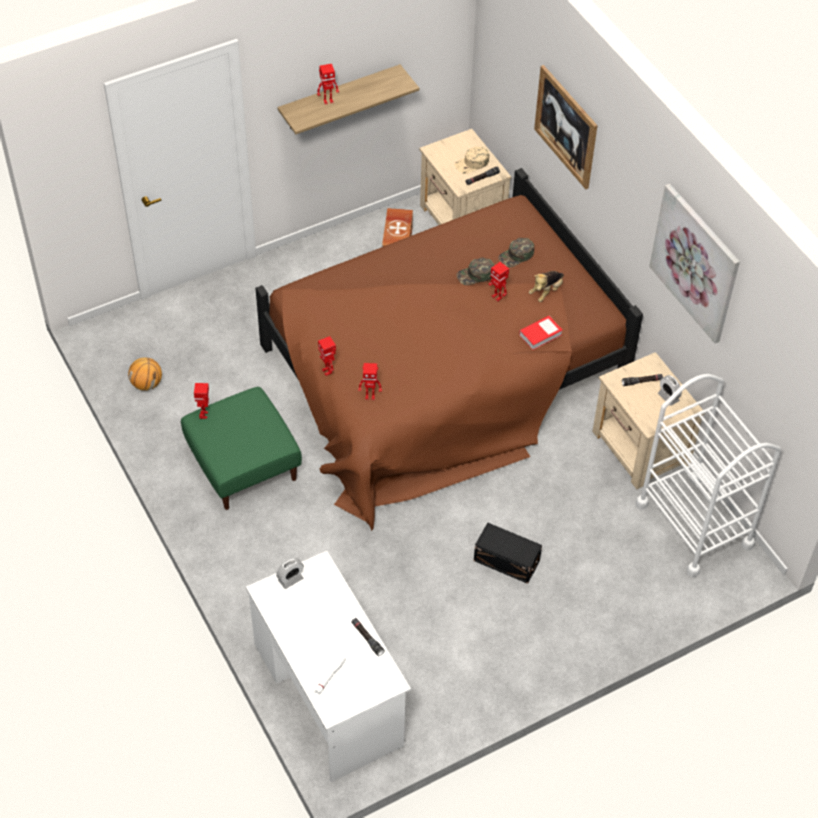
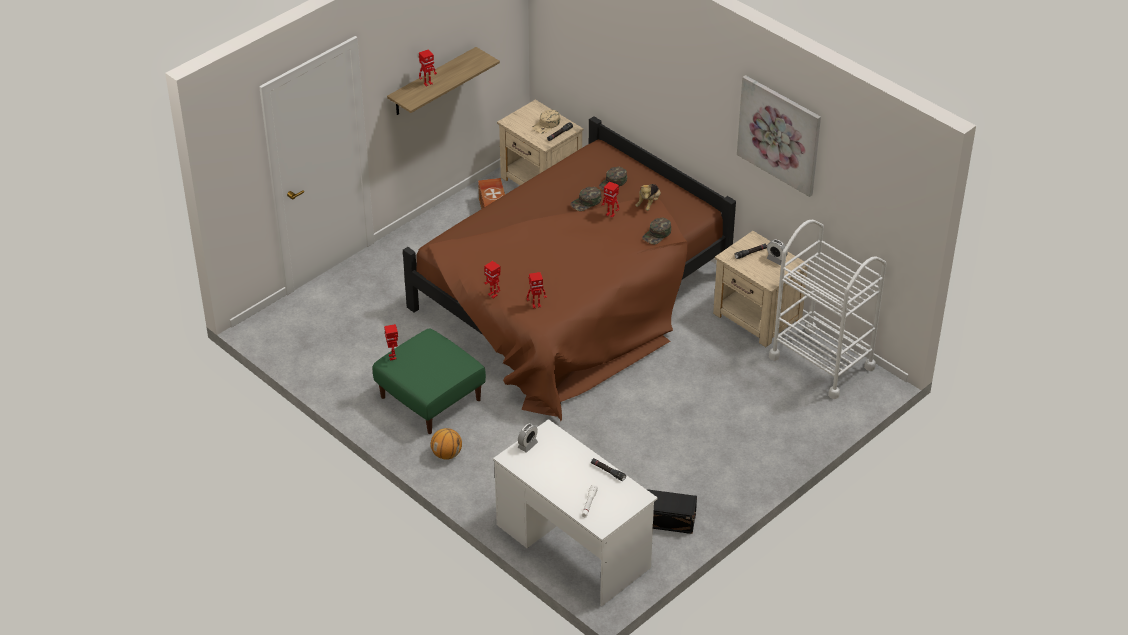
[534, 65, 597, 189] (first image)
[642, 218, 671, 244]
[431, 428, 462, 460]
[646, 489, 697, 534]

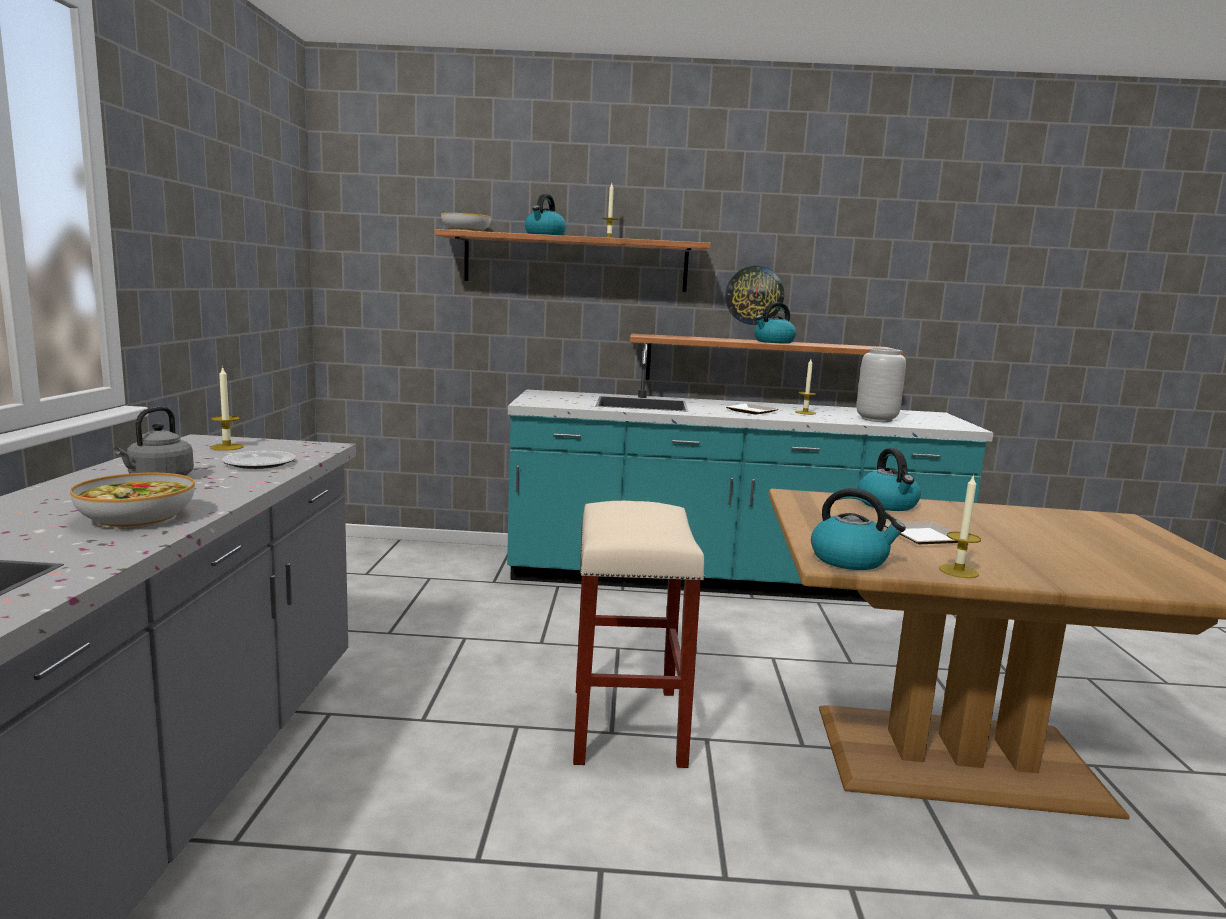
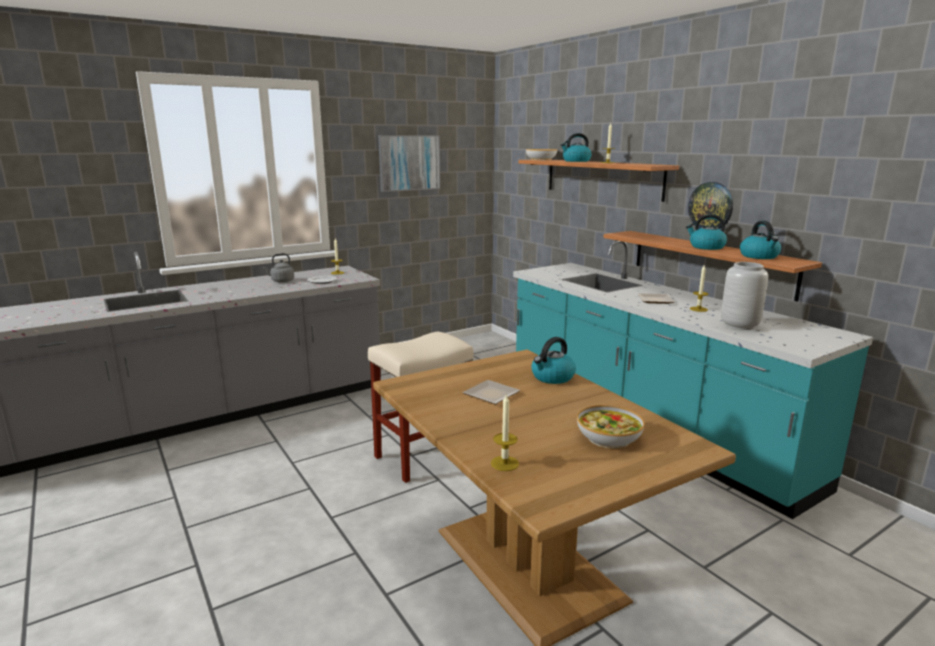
[577, 405, 644, 449]
[491, 394, 519, 471]
[740, 221, 781, 259]
[378, 135, 440, 192]

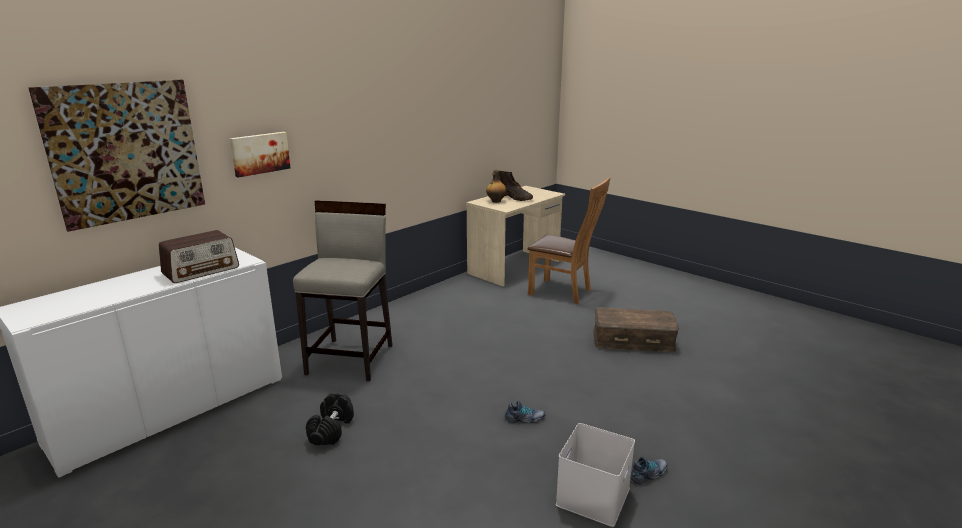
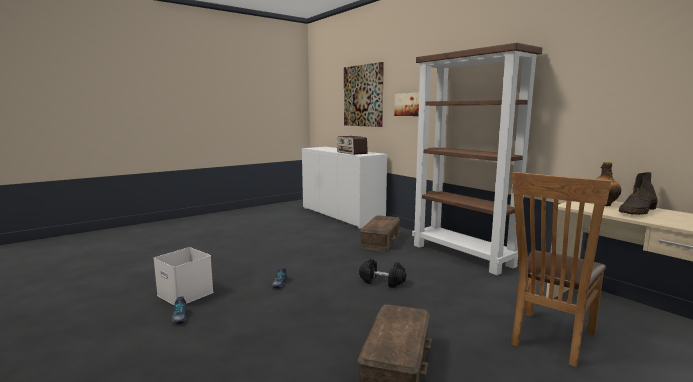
[360, 215, 400, 252]
[359, 259, 406, 288]
[412, 43, 542, 275]

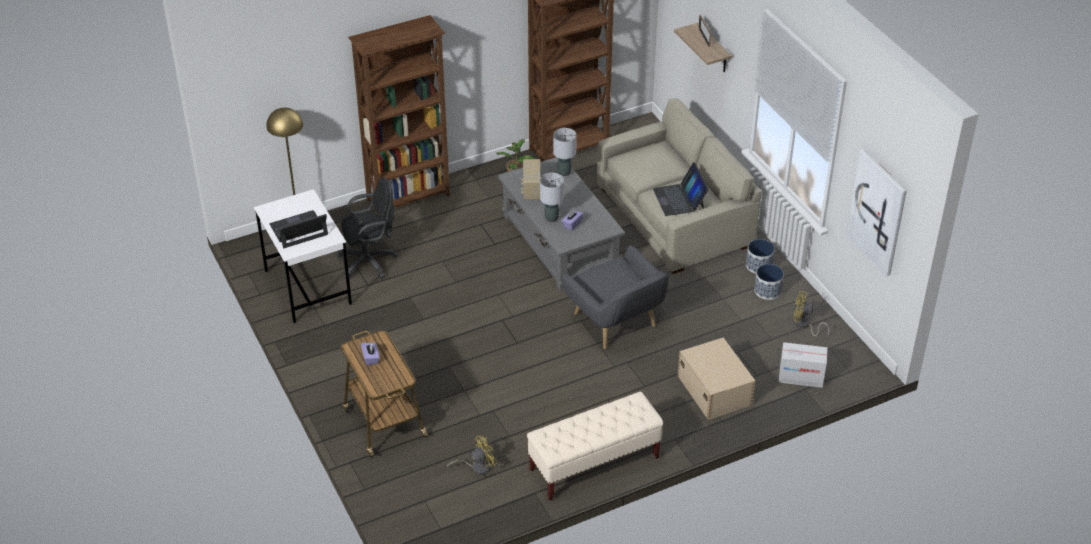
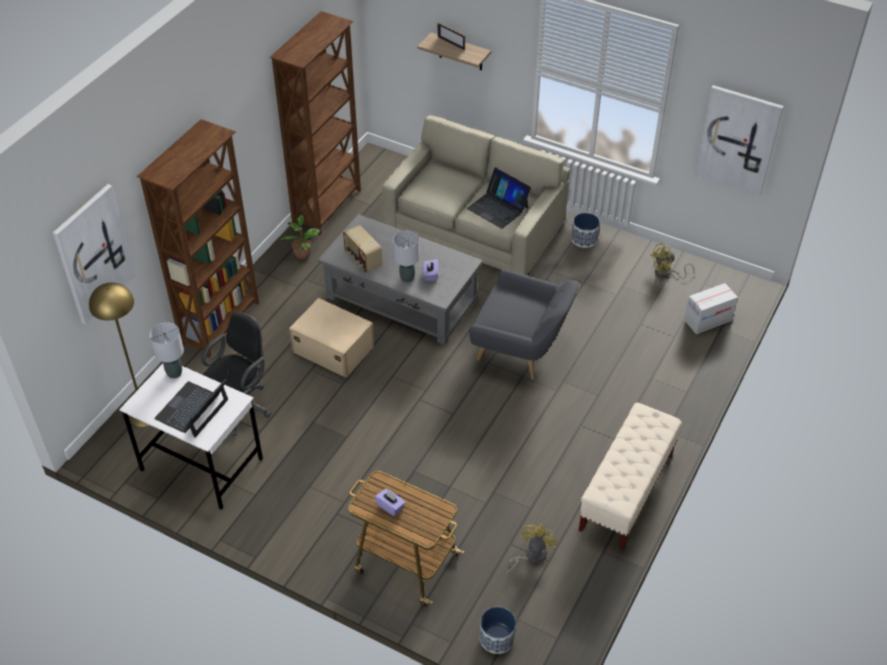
[150, 322, 184, 379]
[479, 607, 516, 654]
[289, 298, 374, 378]
[53, 184, 136, 324]

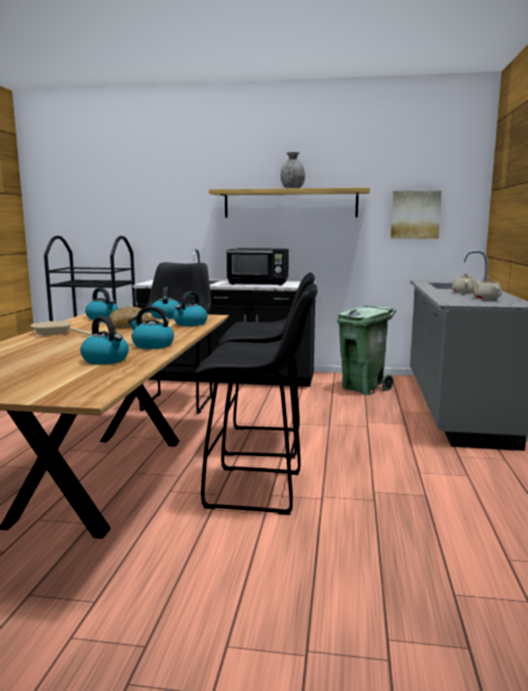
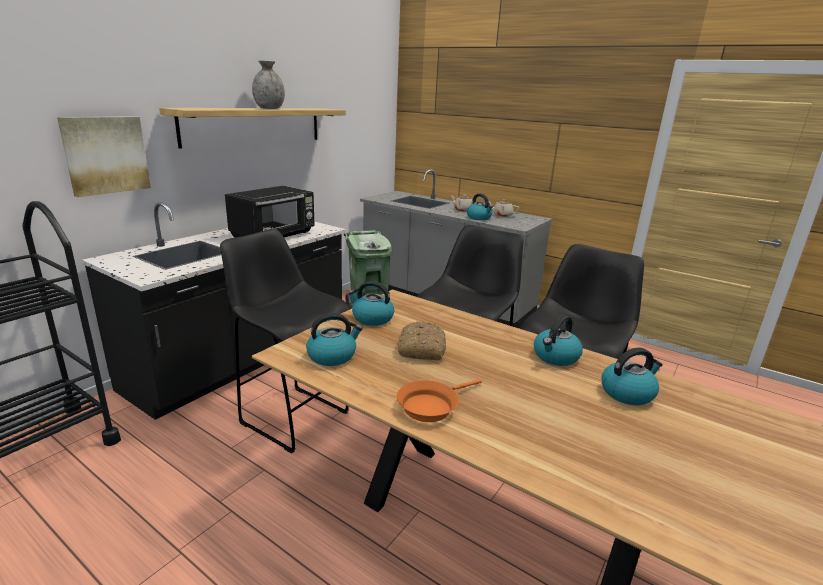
[57, 116, 151, 197]
[467, 193, 493, 220]
[397, 379, 482, 422]

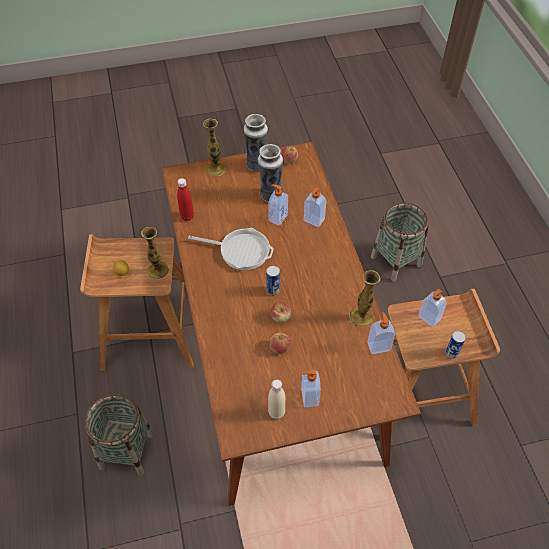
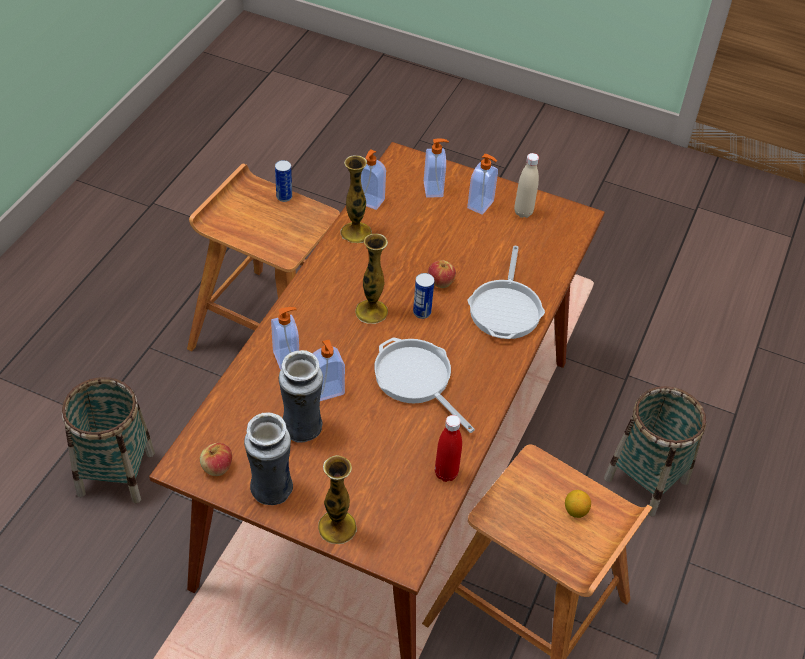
[355, 234, 388, 324]
[424, 138, 449, 198]
[270, 333, 291, 354] (first image)
[468, 246, 545, 339]

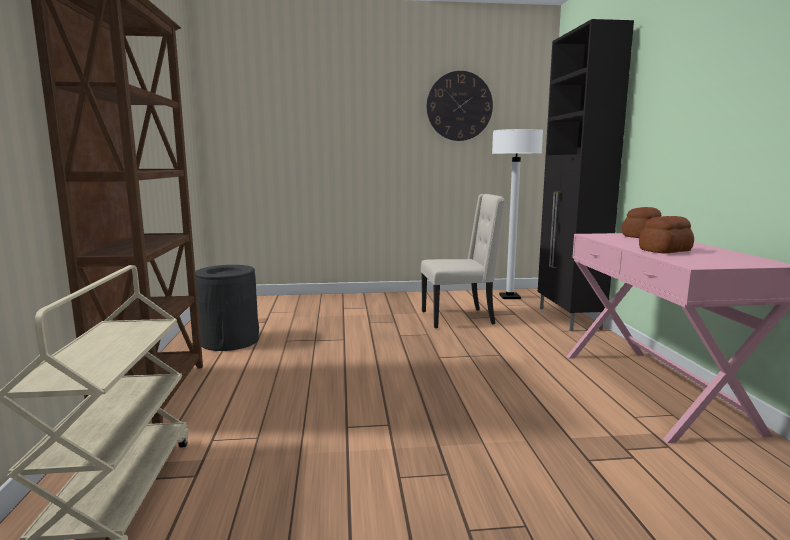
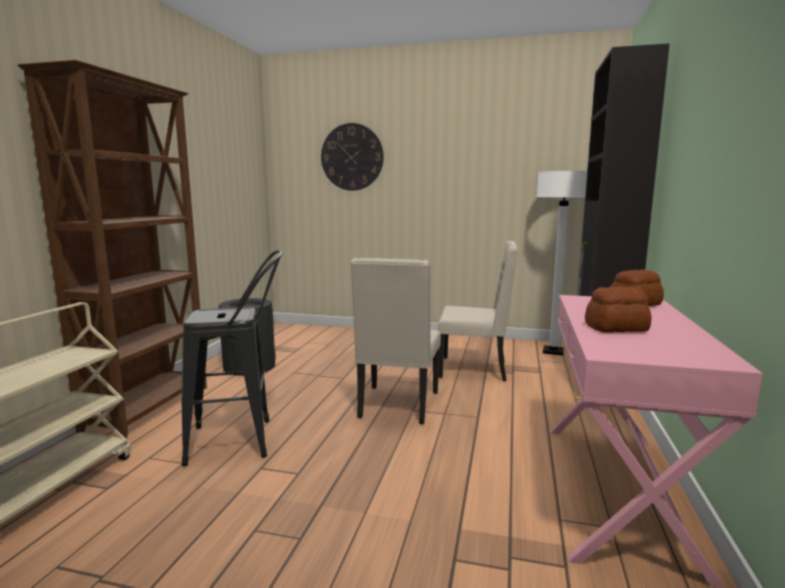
[321, 123, 384, 191]
[182, 250, 283, 466]
[351, 258, 441, 424]

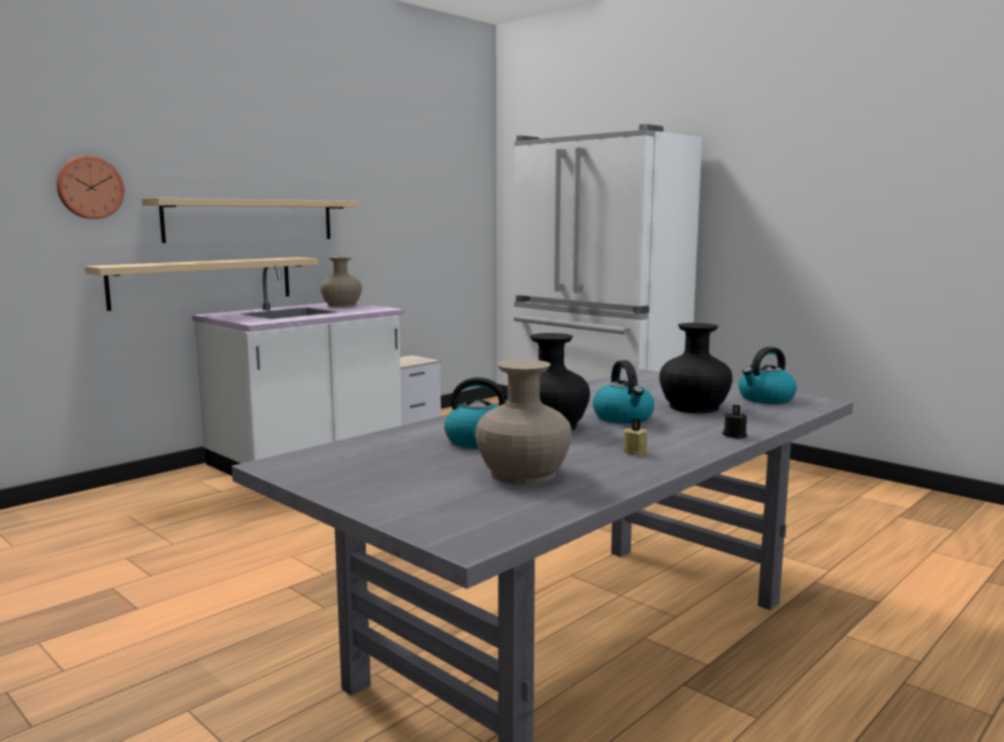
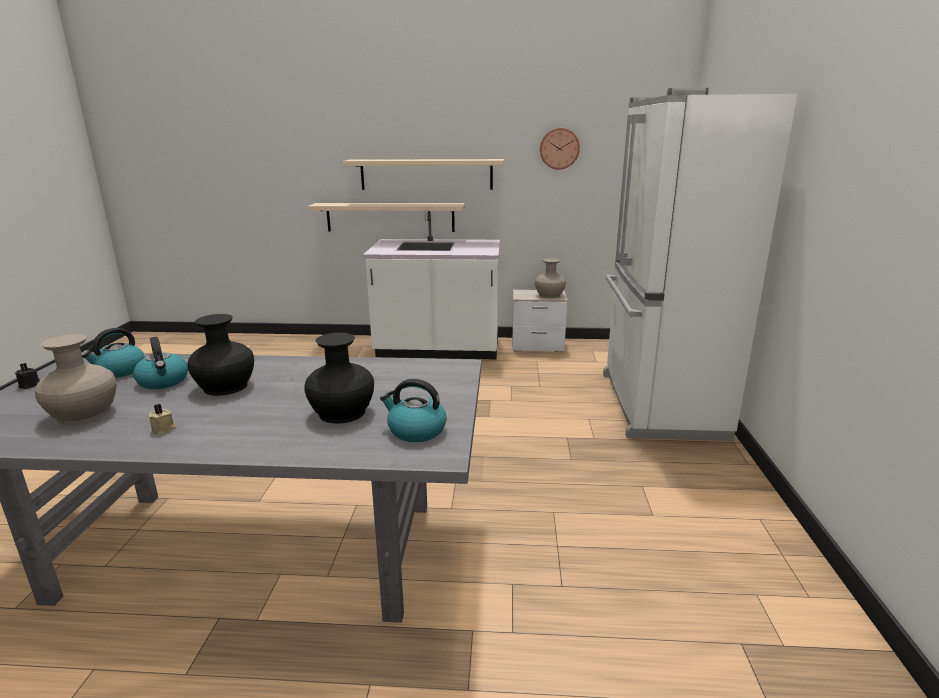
[540, 128, 580, 170]
[535, 258, 566, 299]
[82, 328, 145, 378]
[15, 363, 40, 389]

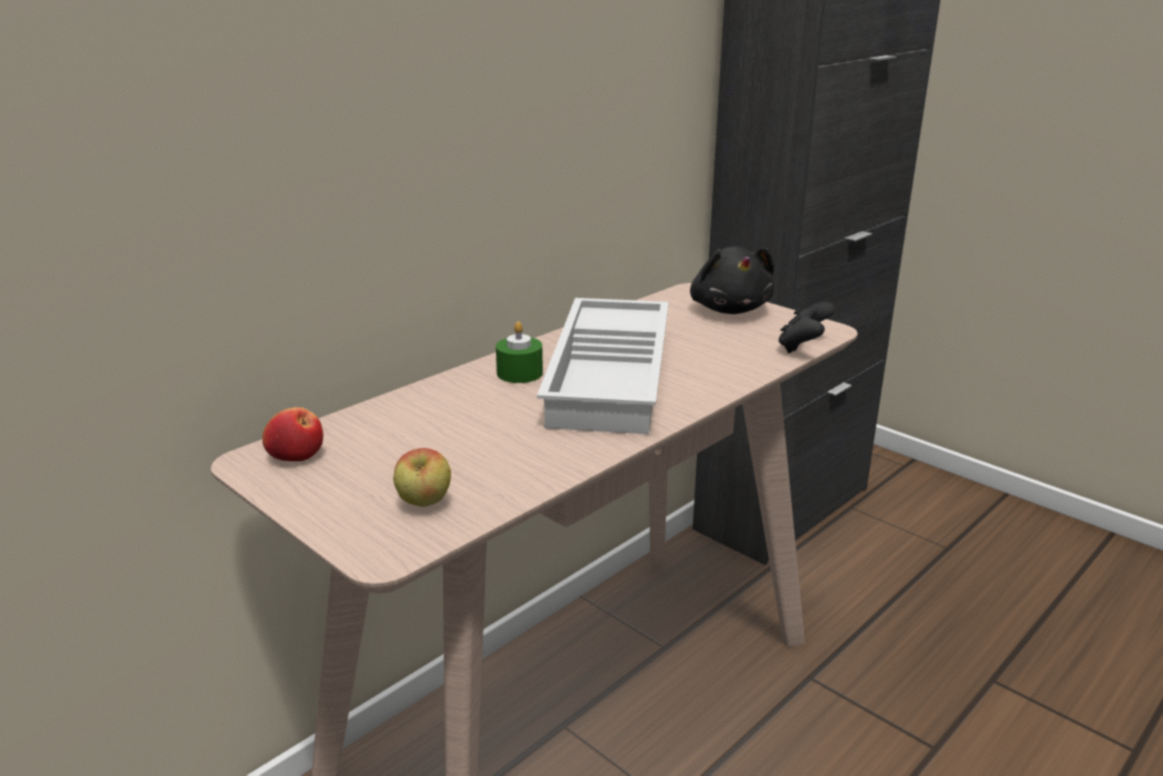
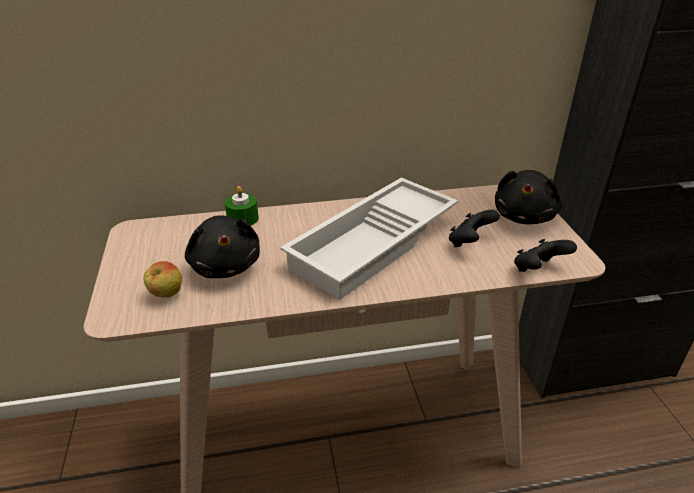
[225, 186, 259, 226]
[262, 407, 323, 461] (first image)
[449, 210, 500, 247]
[185, 215, 260, 278]

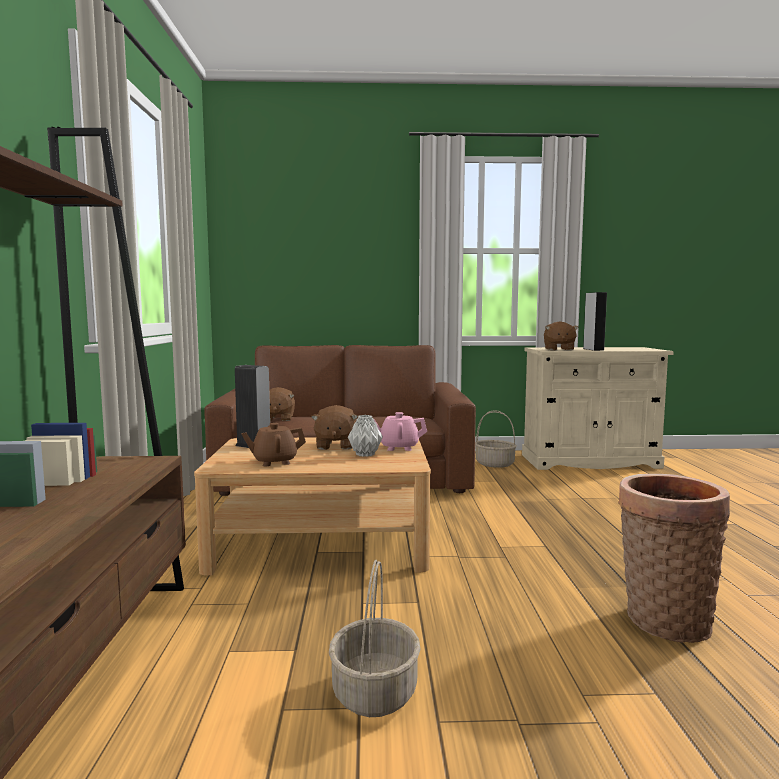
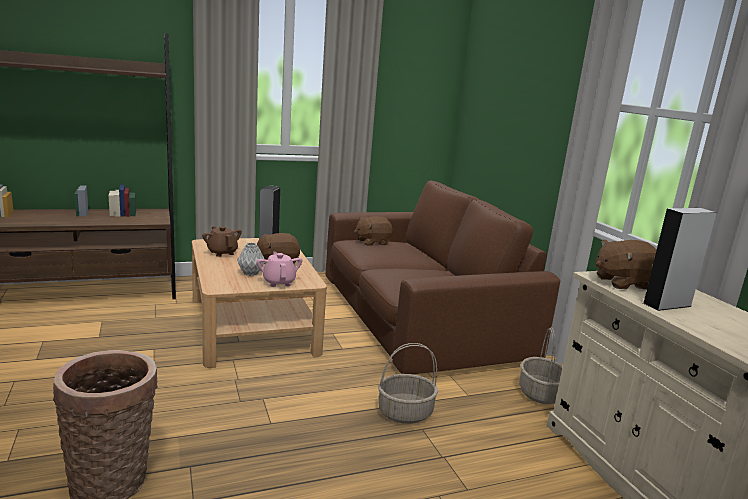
[378, 343, 438, 424]

